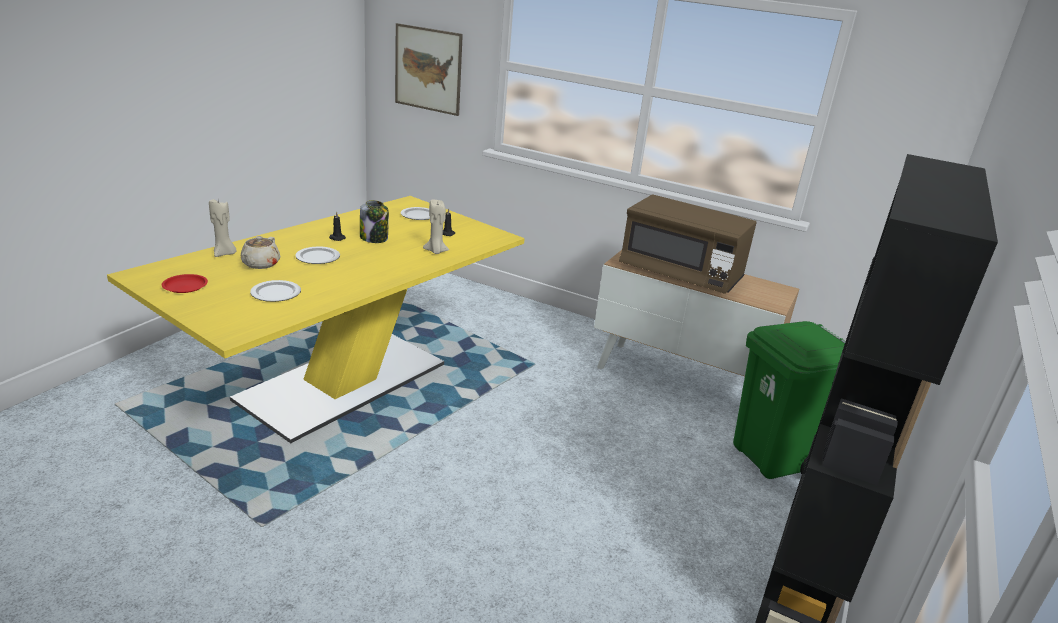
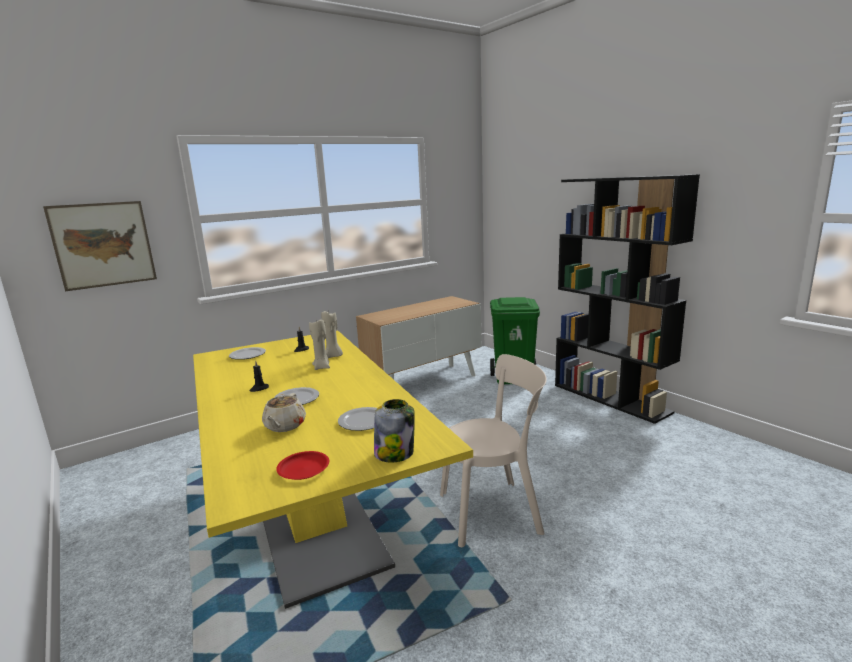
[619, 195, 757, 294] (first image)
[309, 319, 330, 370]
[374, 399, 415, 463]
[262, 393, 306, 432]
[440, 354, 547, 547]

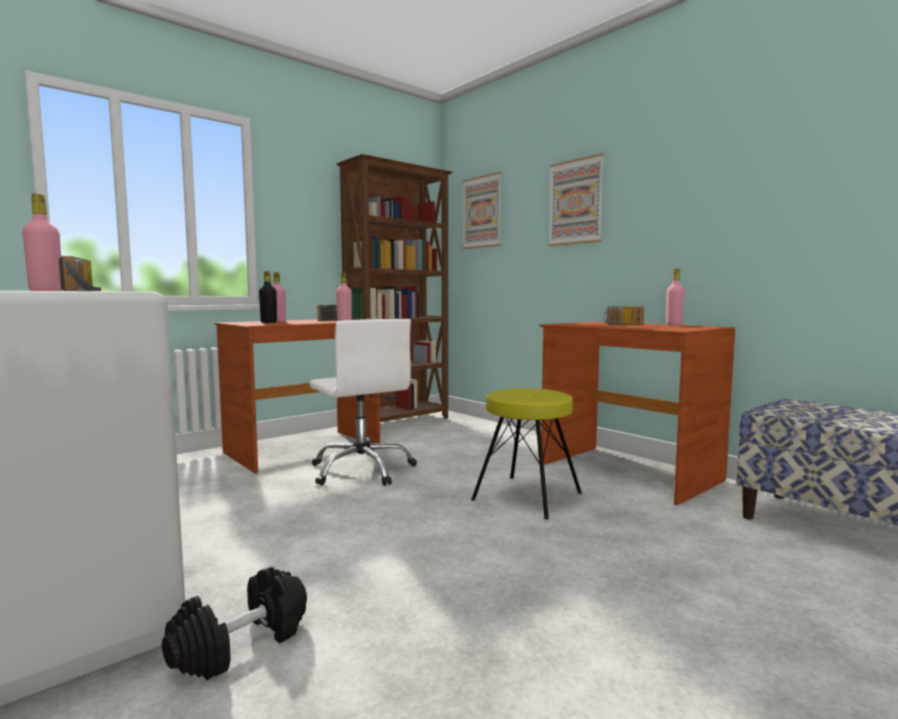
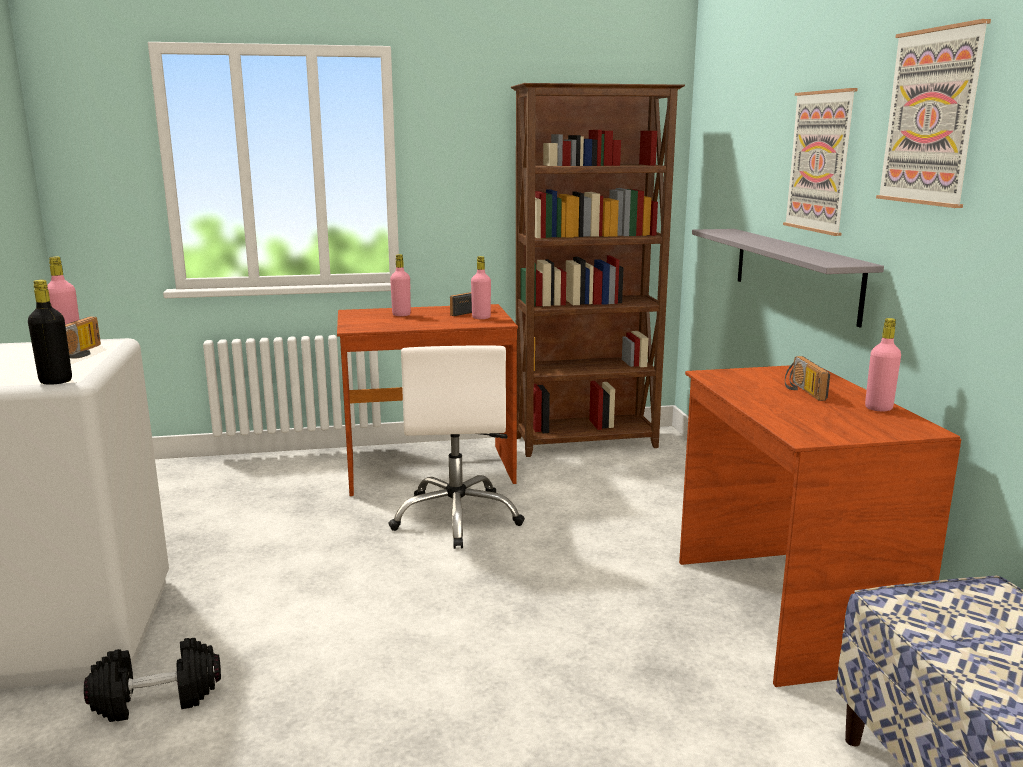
[876, 19, 991, 208]
[28, 280, 72, 385]
[471, 388, 582, 520] (first image)
[692, 229, 884, 328]

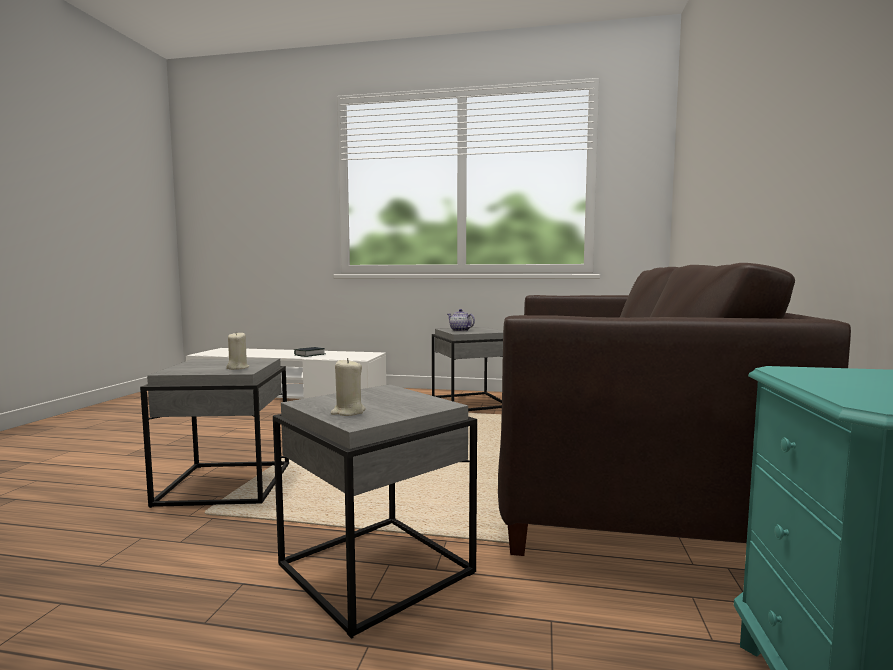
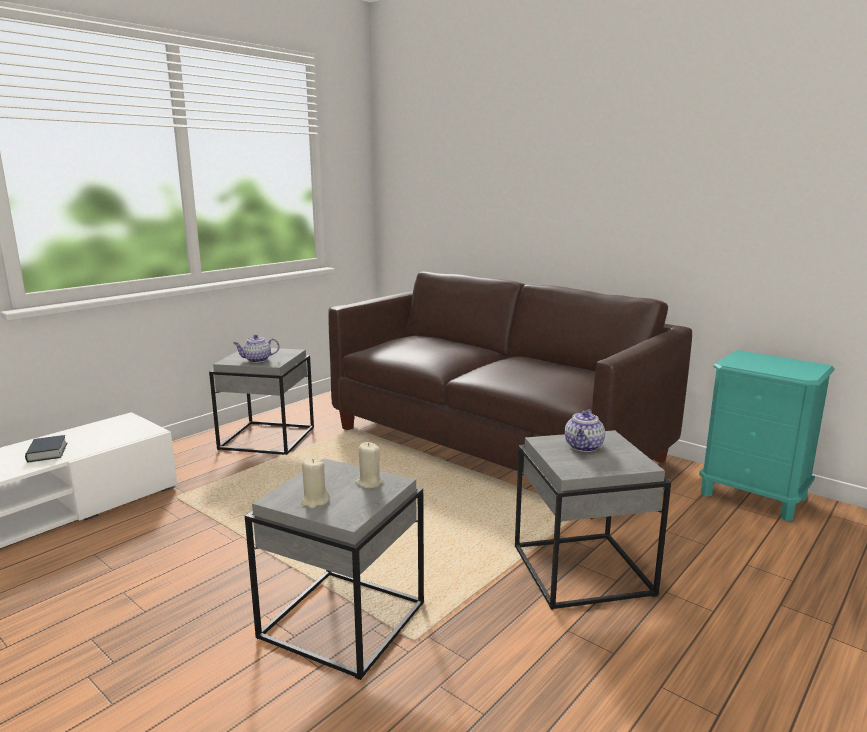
[301, 459, 330, 508]
[565, 409, 605, 452]

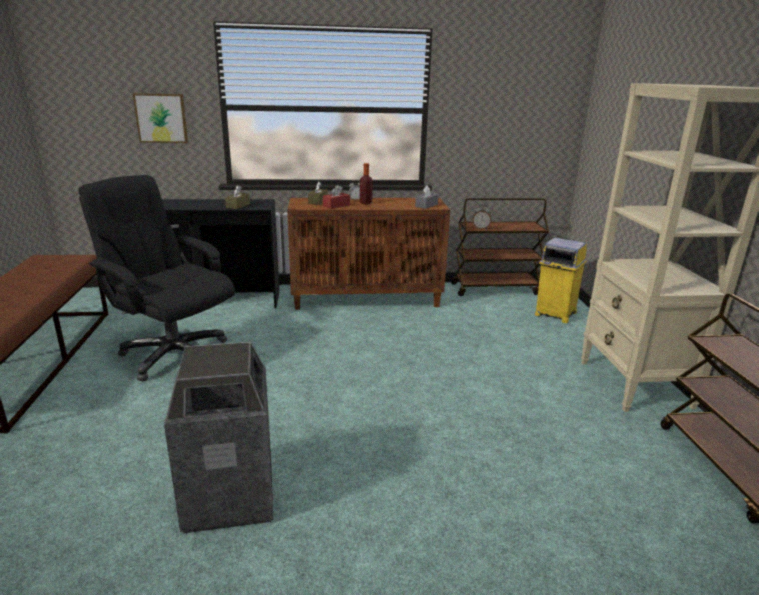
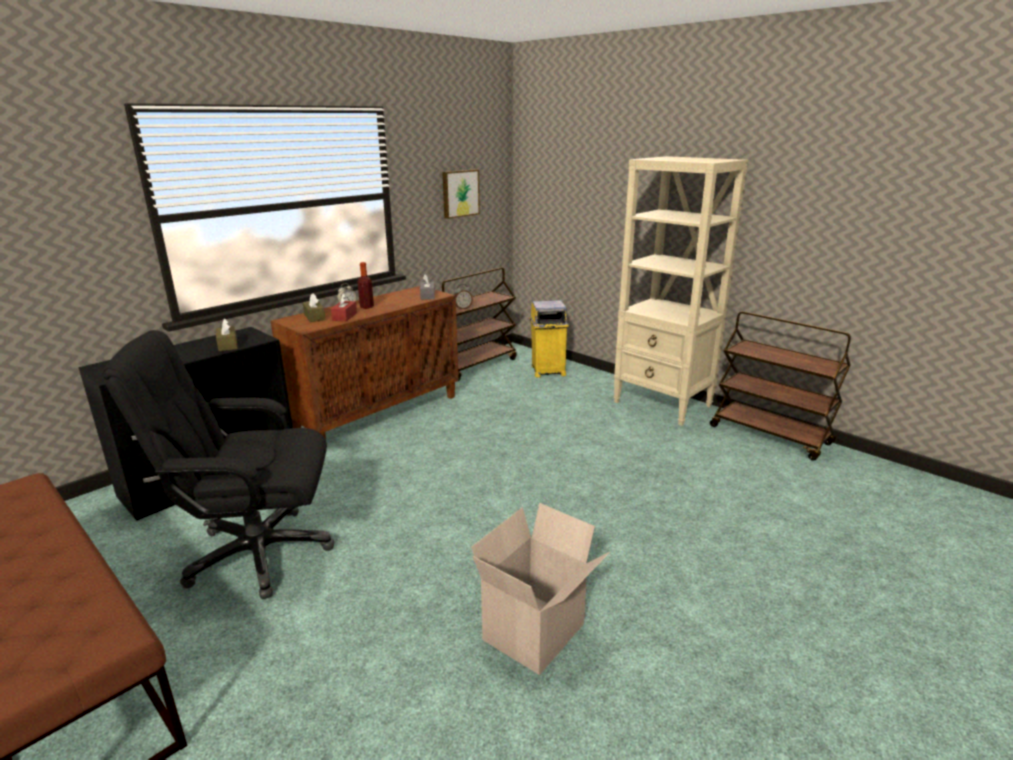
[442, 169, 480, 219]
[472, 503, 610, 675]

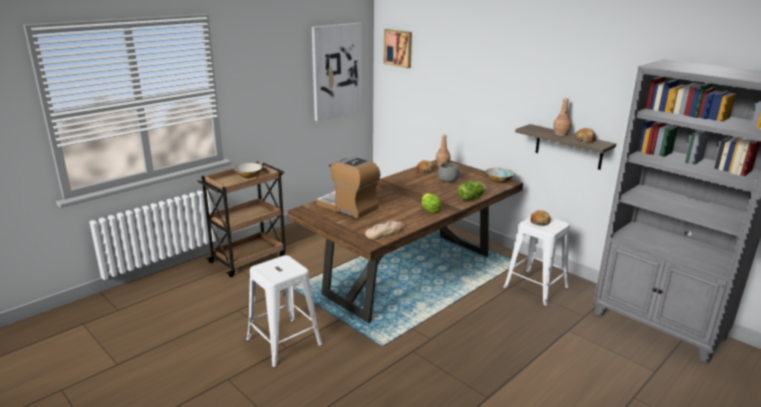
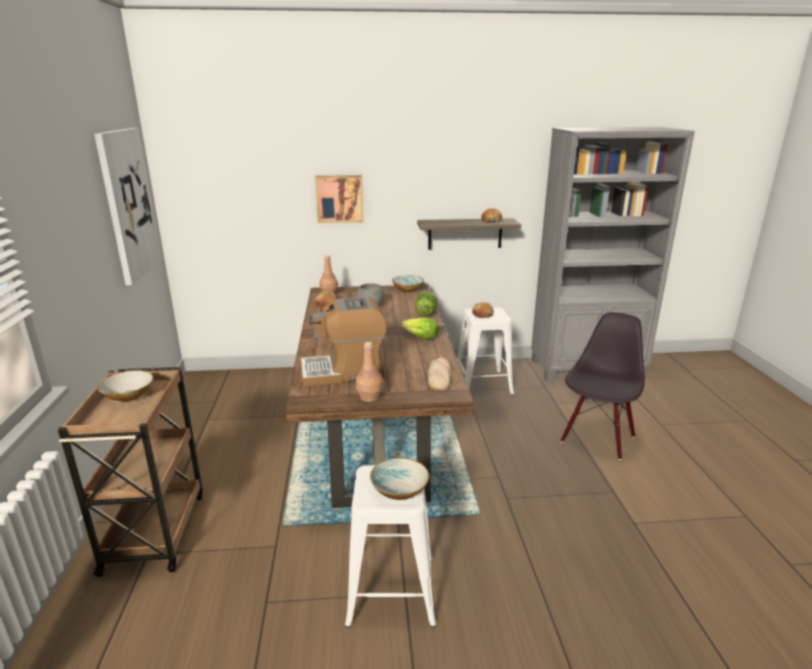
[315, 175, 364, 223]
[355, 342, 383, 402]
[560, 312, 645, 460]
[370, 458, 429, 500]

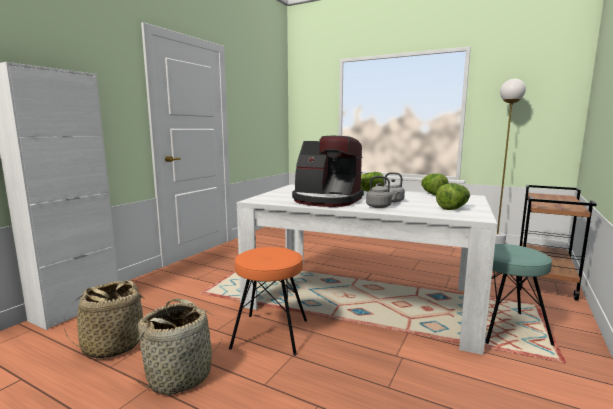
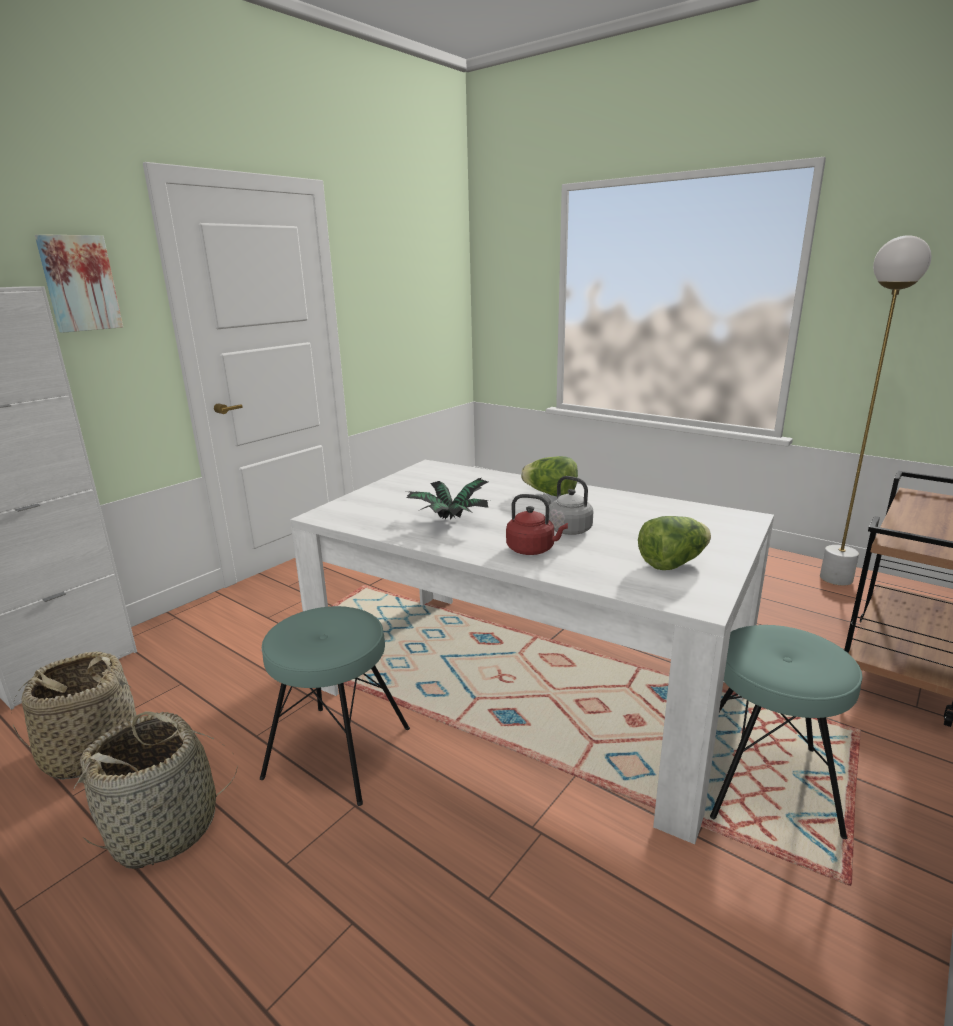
[407, 478, 490, 520]
[421, 173, 449, 195] (first image)
[506, 494, 568, 555]
[260, 606, 410, 806]
[35, 234, 123, 333]

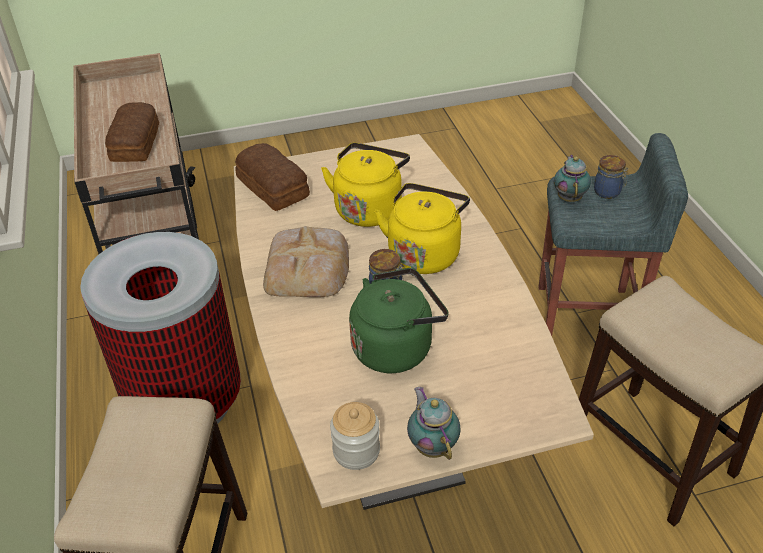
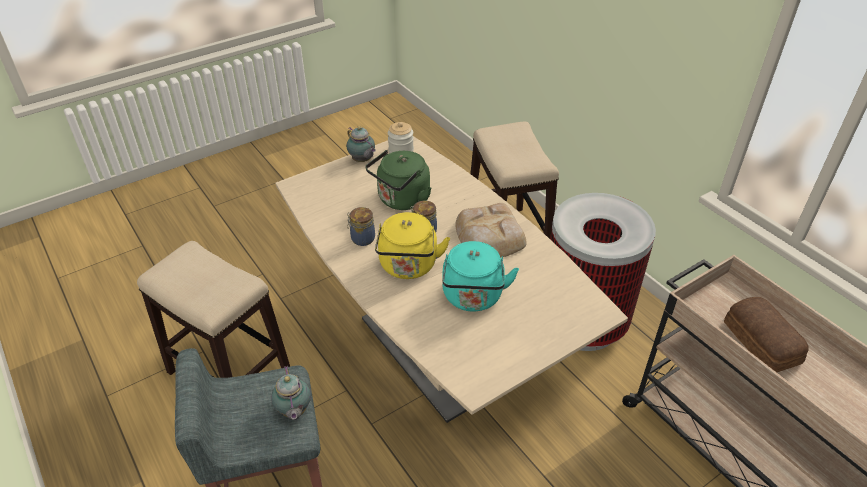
[235, 143, 310, 211] (first image)
[442, 241, 519, 312]
[347, 207, 375, 246]

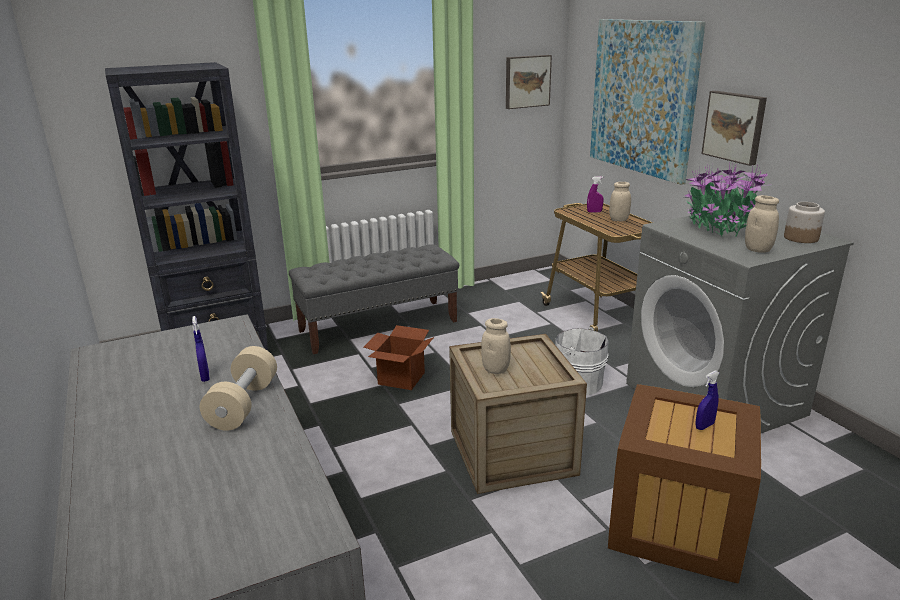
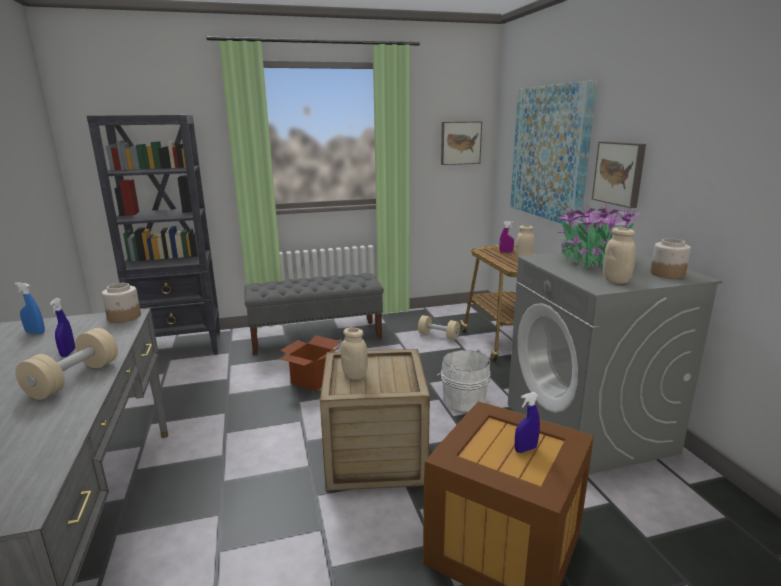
[15, 282, 45, 334]
[102, 283, 141, 323]
[418, 315, 460, 340]

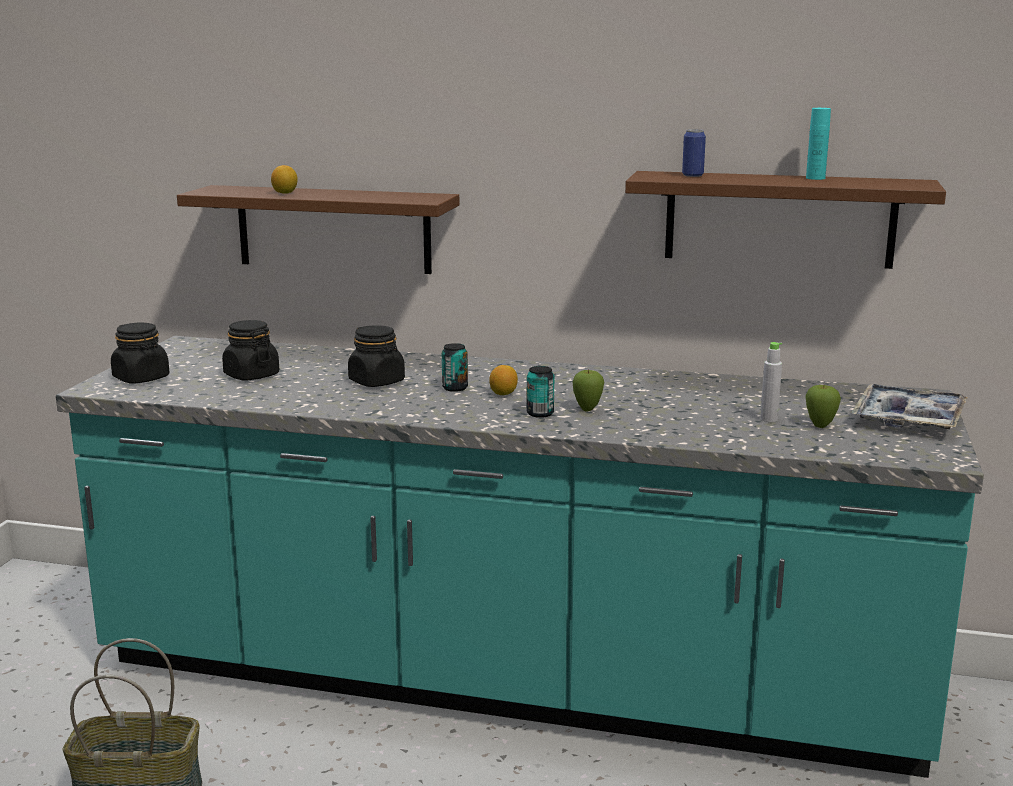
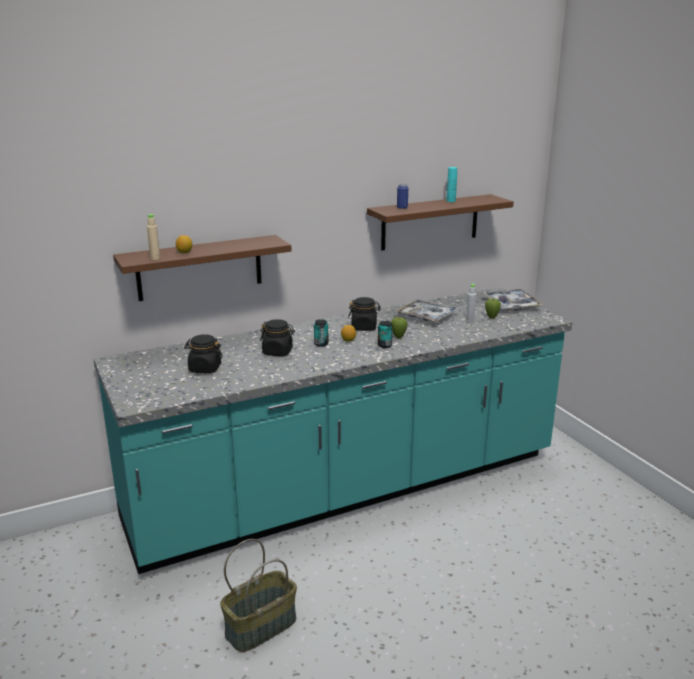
[348, 297, 381, 331]
[147, 214, 160, 260]
[396, 300, 460, 322]

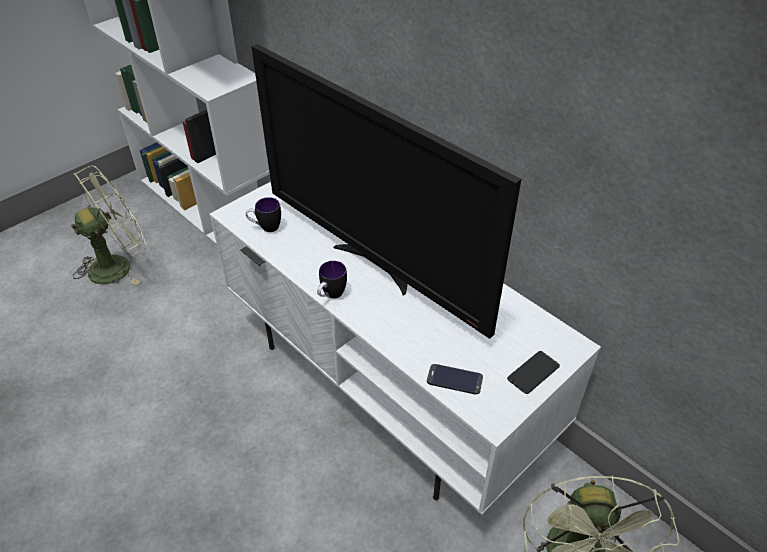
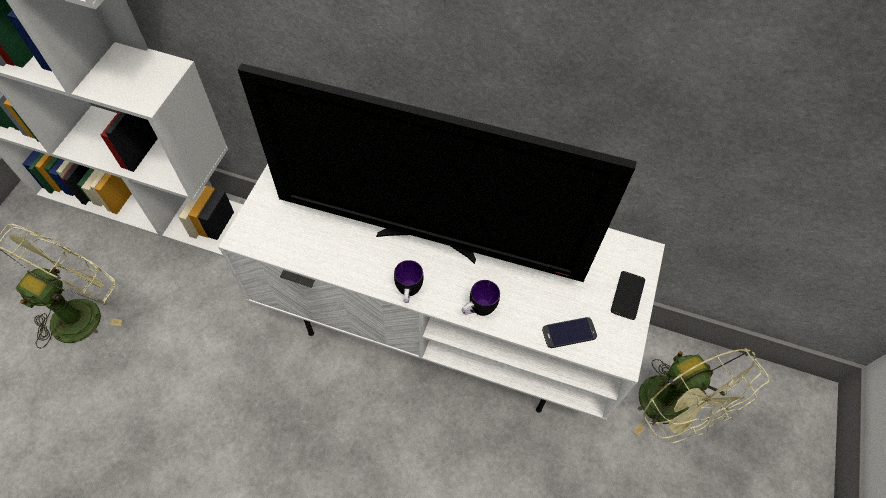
[462, 280, 500, 316]

